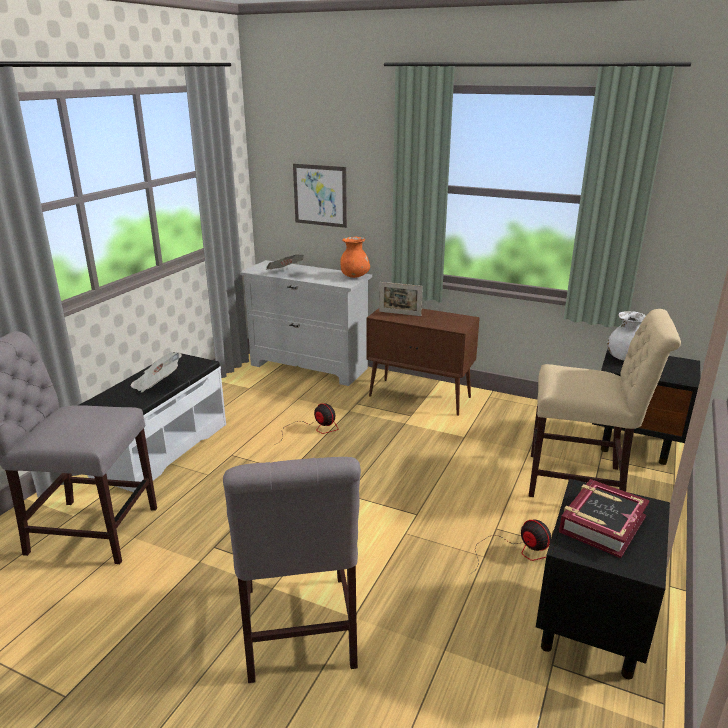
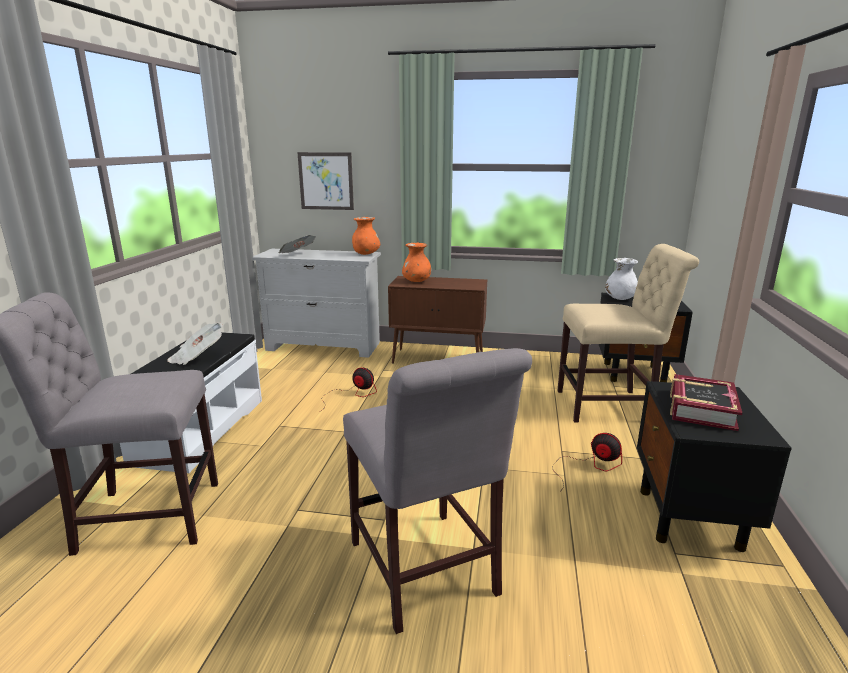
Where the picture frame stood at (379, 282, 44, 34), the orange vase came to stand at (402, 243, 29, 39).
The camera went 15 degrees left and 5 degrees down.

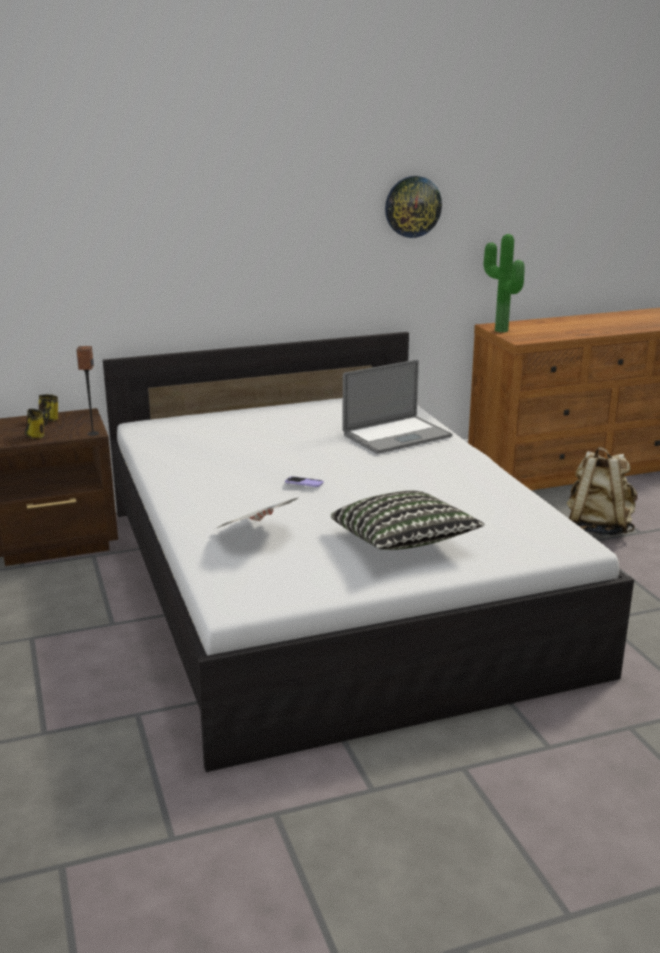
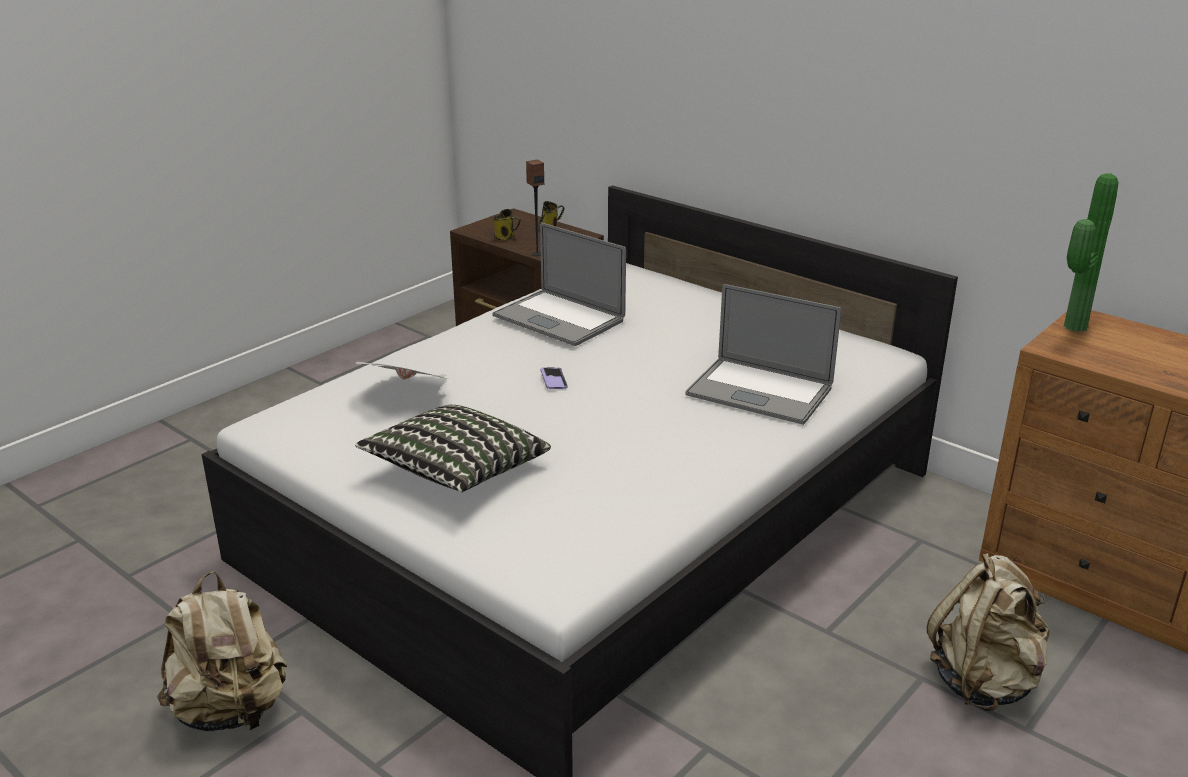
The second view lost the wall clock at (385, 176, 57, 62).
The second view gained the laptop at (492, 222, 134, 124).
The second view gained the beige backpack at (157, 571, 130, 161).
The camera went 60 degrees right and 5 degrees up.

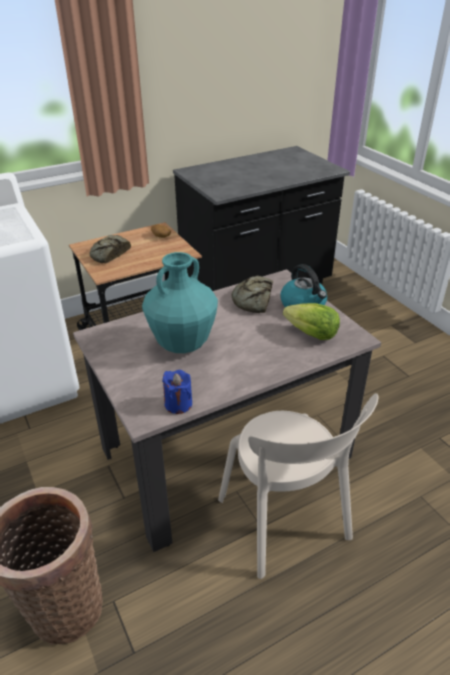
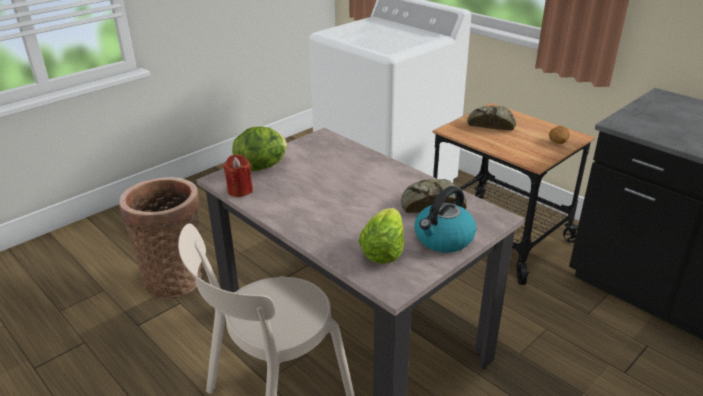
The second view lost the turquoise vase at (142, 252, 76, 101).
What was the blue candle at (162, 370, 30, 44) turned into the red candle at (223, 154, 30, 43).
The second view gained the lettuce at (232, 127, 55, 44).
The camera went 75 degrees right and 5 degrees down.

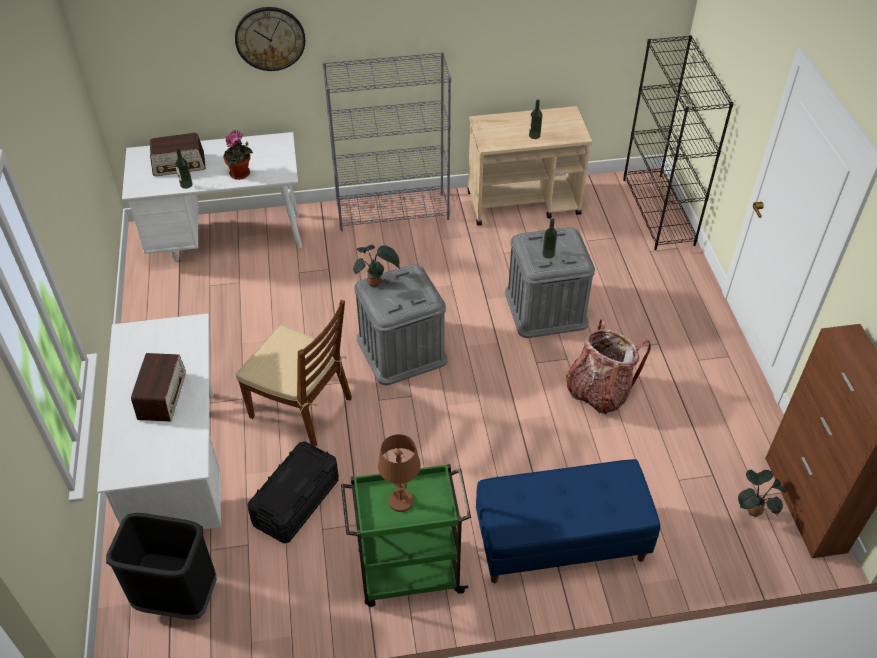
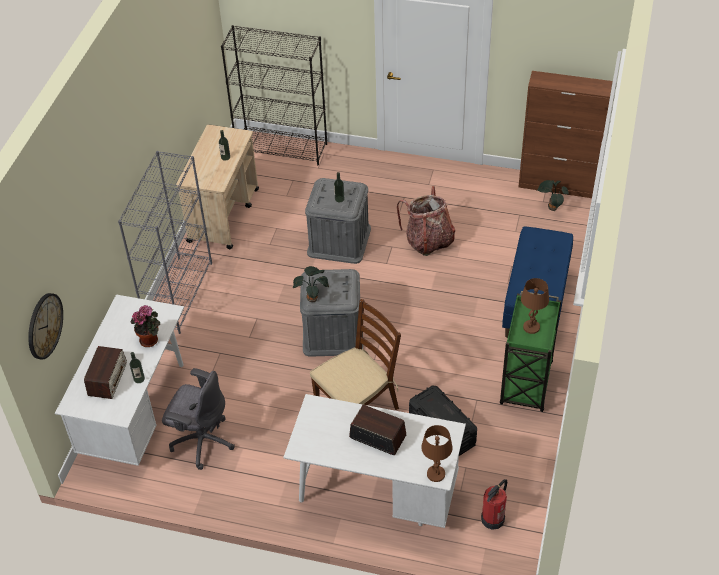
The wall clock ended up elsewhere, having gone from (235, 7, 70, 64) to (28, 293, 35, 66).
Where the black trash can stood at (106, 513, 111, 107), the fire extinguisher came to stand at (481, 479, 26, 51).
The second view gained the grey office chair at (162, 368, 73, 102).
The second view gained the brown table lamp at (421, 425, 32, 57).
The camera went 65 degrees left and 0 degrees up.

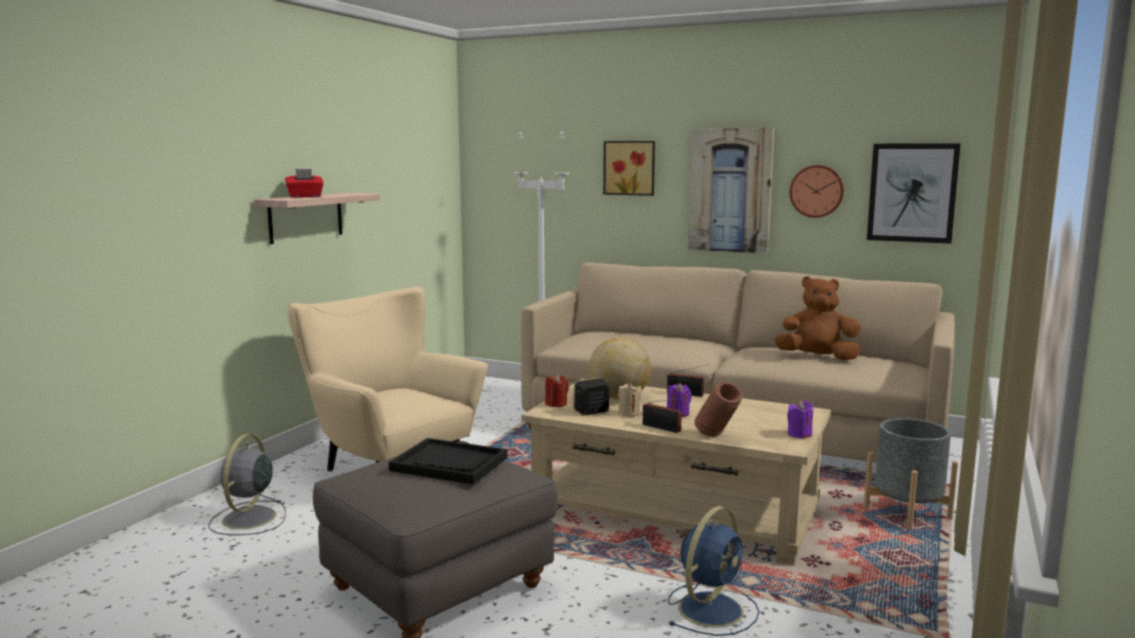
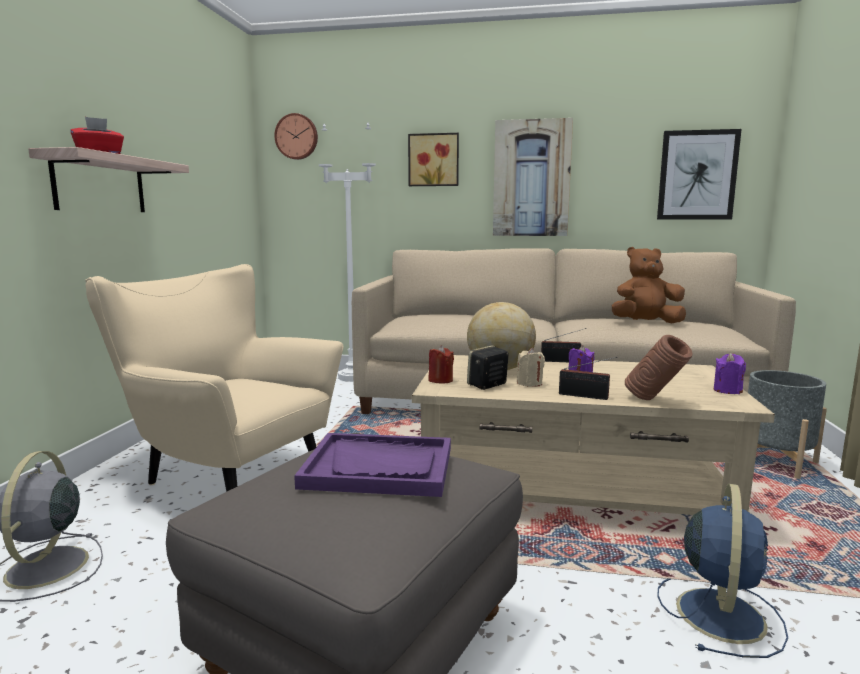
The wall clock ended up elsewhere, having gone from (789, 165, 55, 53) to (274, 113, 44, 47).
What was the black tray at (389, 438, 119, 47) turned into the purple tray at (294, 433, 157, 64).
The camera went 15 degrees left and 0 degrees up.

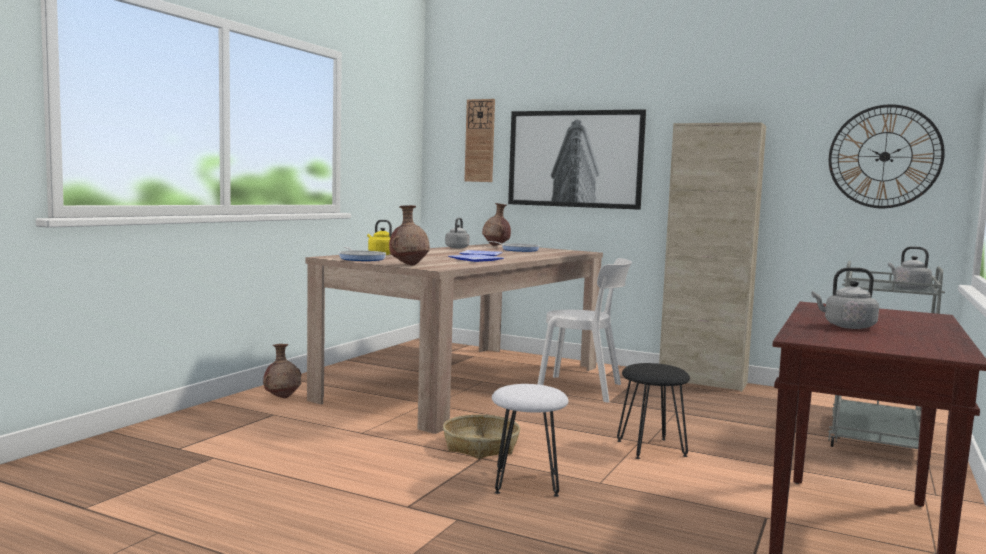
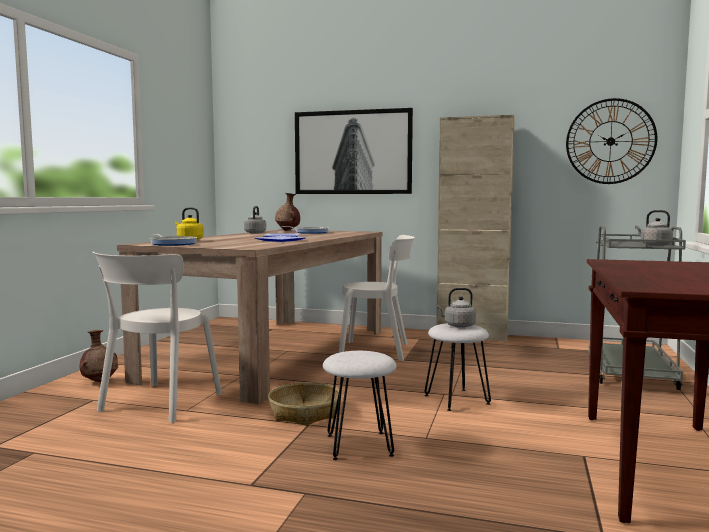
The second view lost the wall clock at (464, 99, 31, 83).
The second view lost the brown vase at (389, 205, 41, 61).
The grey kettle ended up elsewhere, having gone from (811, 267, 68, 62) to (436, 288, 40, 40).
What was the black stool at (617, 363, 73, 96) turned into the white stool at (425, 324, 66, 87).
The second view gained the white chair at (93, 251, 129, 172).
The camera went 10 degrees left and 0 degrees up.

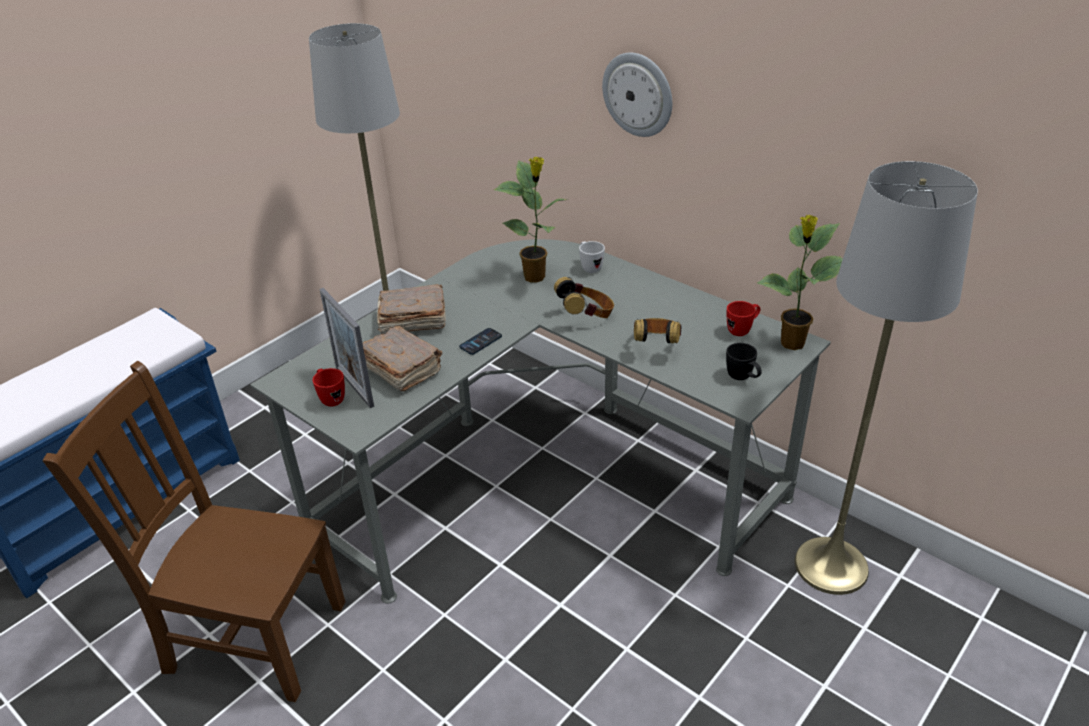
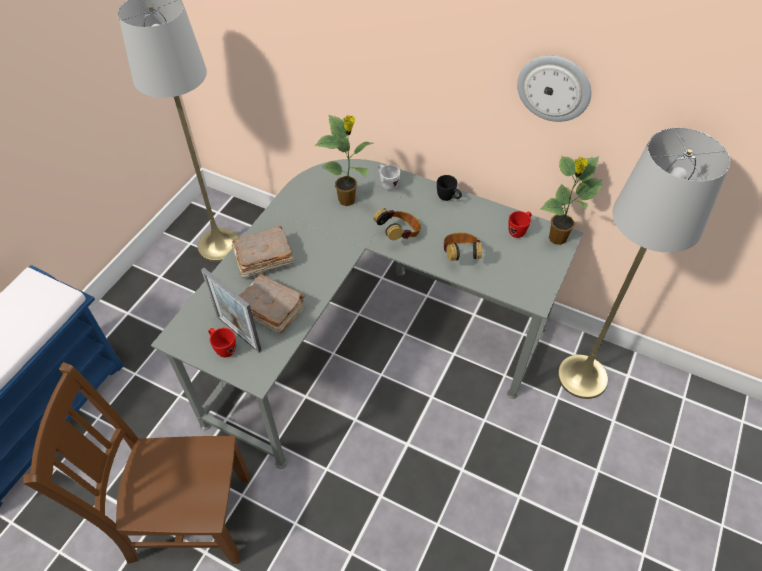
The wall clock ended up elsewhere, having gone from (602, 53, 70, 84) to (517, 56, 74, 66).
The second view lost the phone at (459, 328, 43, 27).
The black mug ended up elsewhere, having gone from (726, 343, 36, 37) to (437, 175, 25, 26).
The camera went 15 degrees left and 15 degrees up.

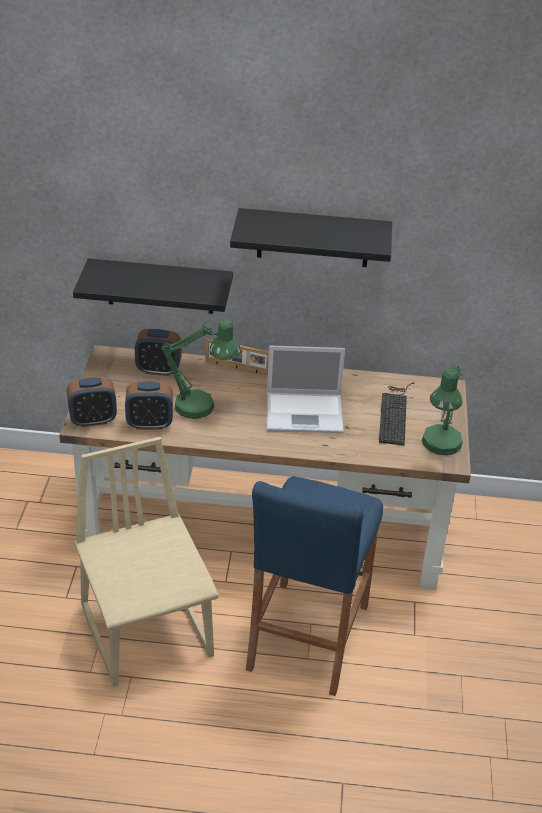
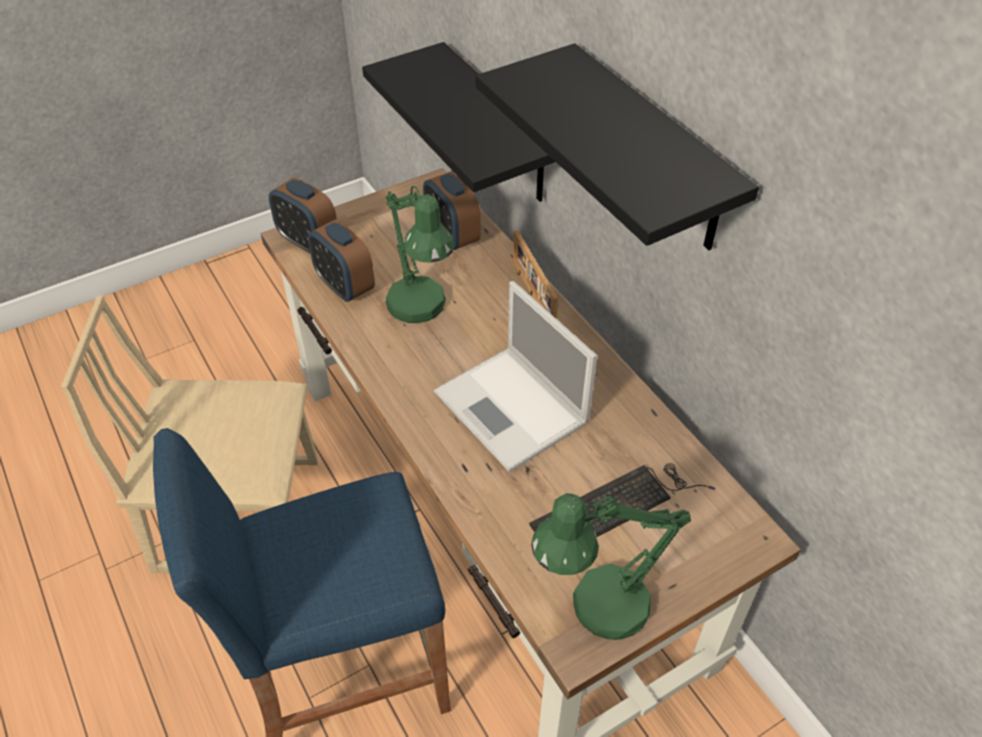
The beige chair at (74, 437, 145, 250) ended up facing another way, 120 degrees counterclockwise from before.
The camera went 55 degrees right and 10 degrees up.

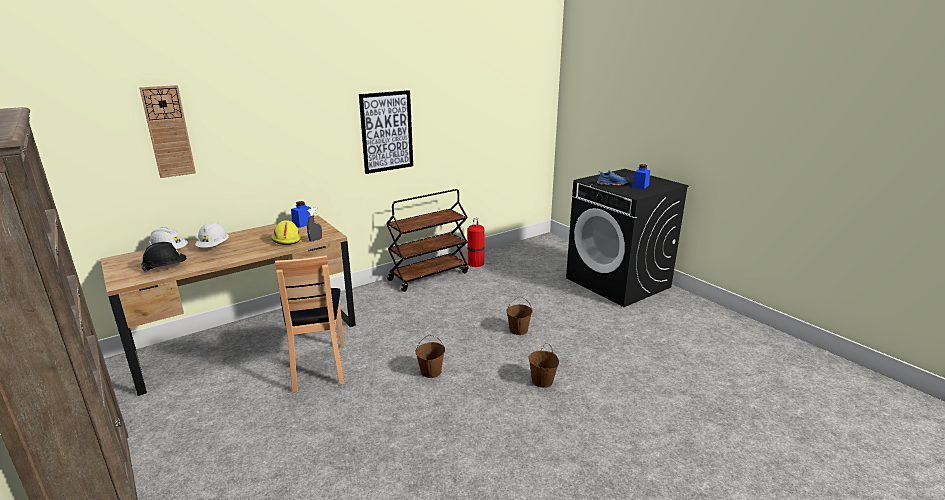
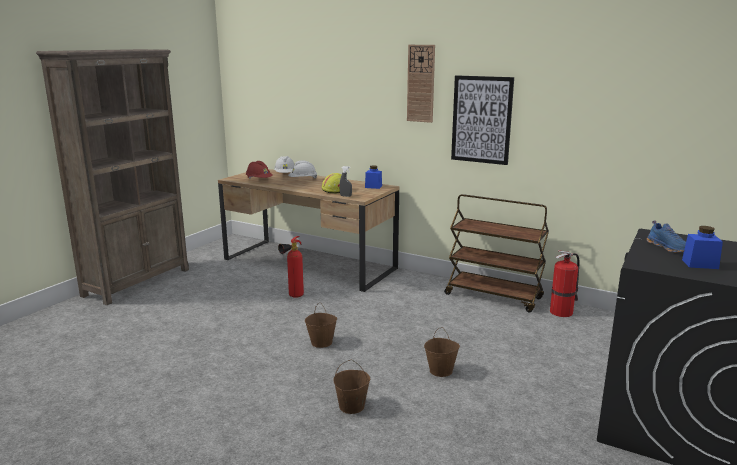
The wall clock ended up elsewhere, having gone from (139, 85, 57, 93) to (407, 45, 28, 78).
What was the black hard hat at (141, 242, 45, 30) turned into the red hard hat at (246, 161, 27, 18).
Where the brown chair stood at (275, 255, 70, 137), the fire extinguisher came to stand at (278, 236, 26, 62).
The camera went 65 degrees right and 5 degrees down.

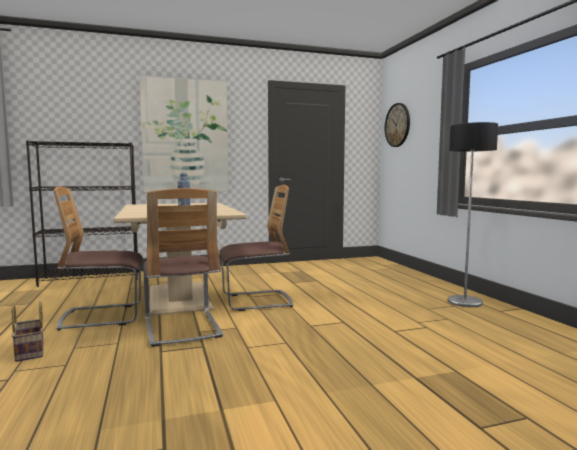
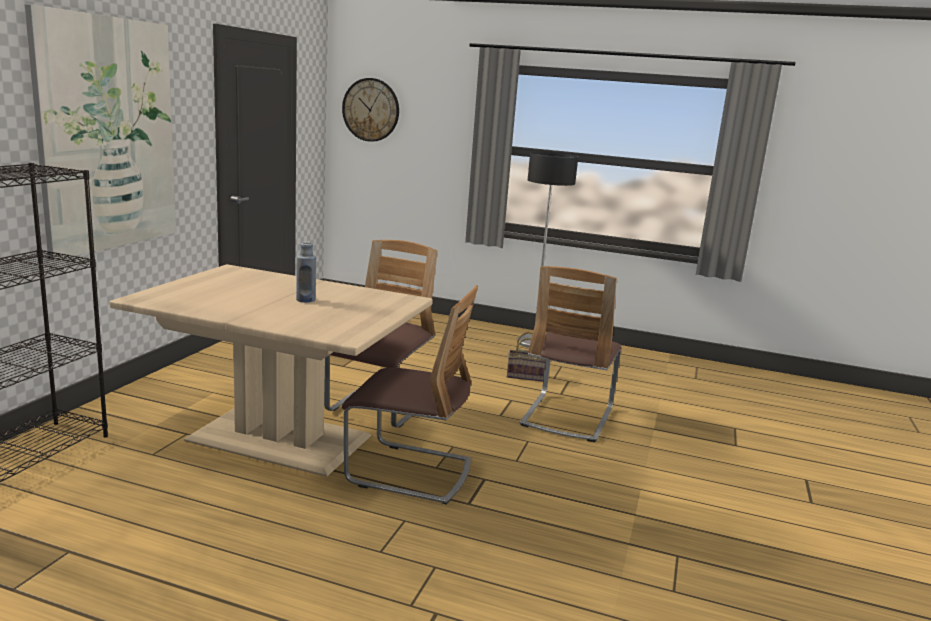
The chair ended up elsewhere, having gone from (54, 186, 89, 145) to (519, 266, 102, 176).
The basket ended up elsewhere, having gone from (12, 301, 31, 61) to (507, 331, 39, 51).
The camera went 55 degrees left and 10 degrees up.

